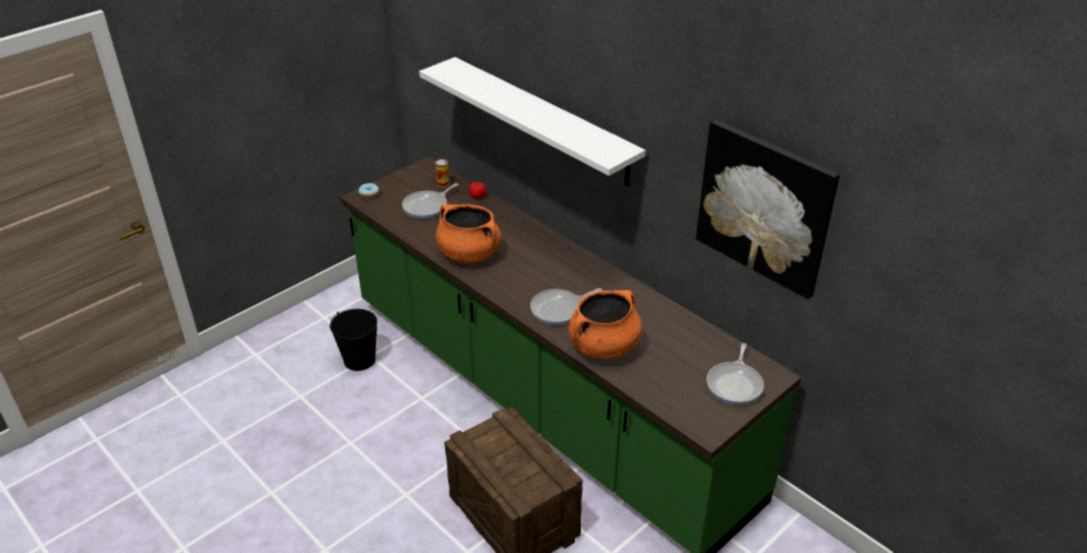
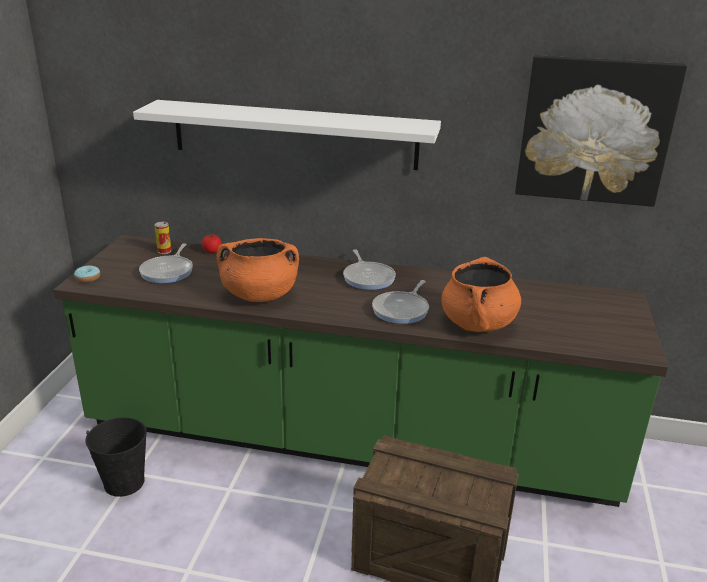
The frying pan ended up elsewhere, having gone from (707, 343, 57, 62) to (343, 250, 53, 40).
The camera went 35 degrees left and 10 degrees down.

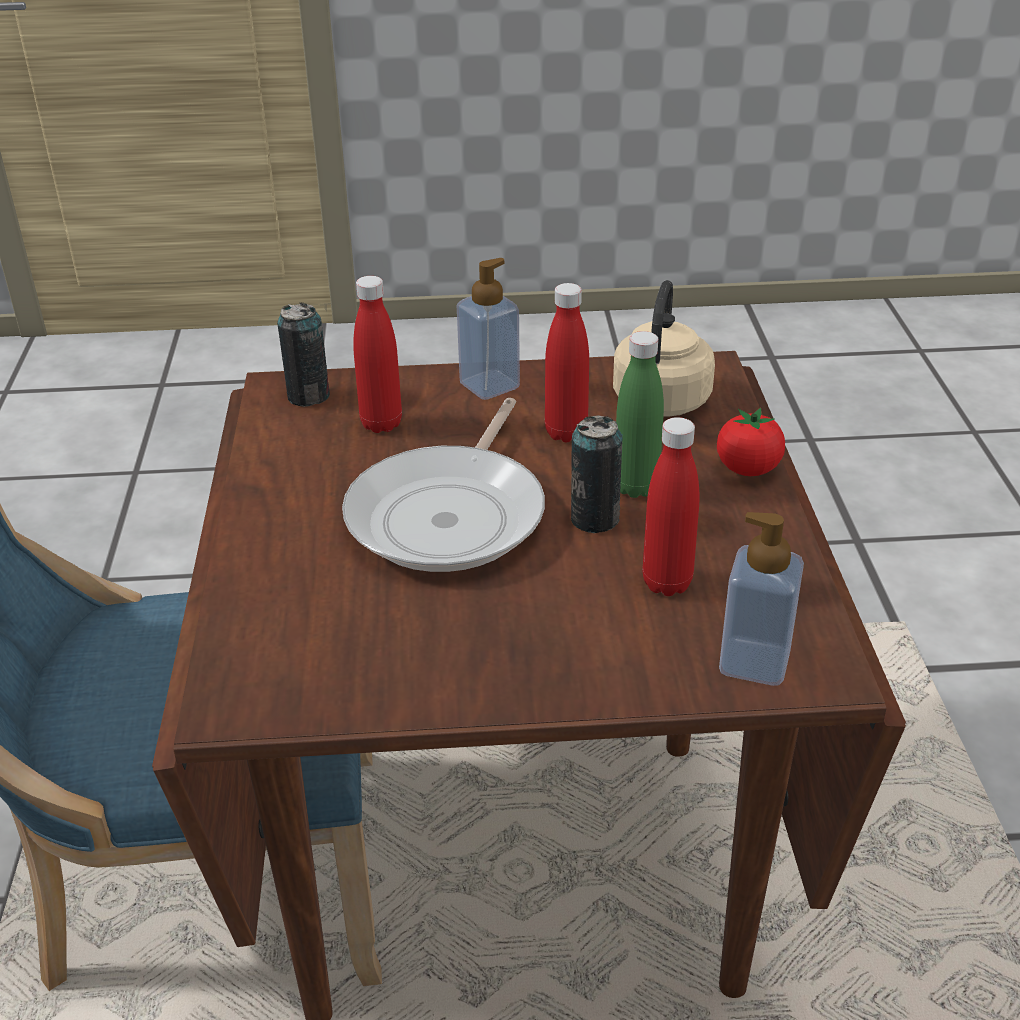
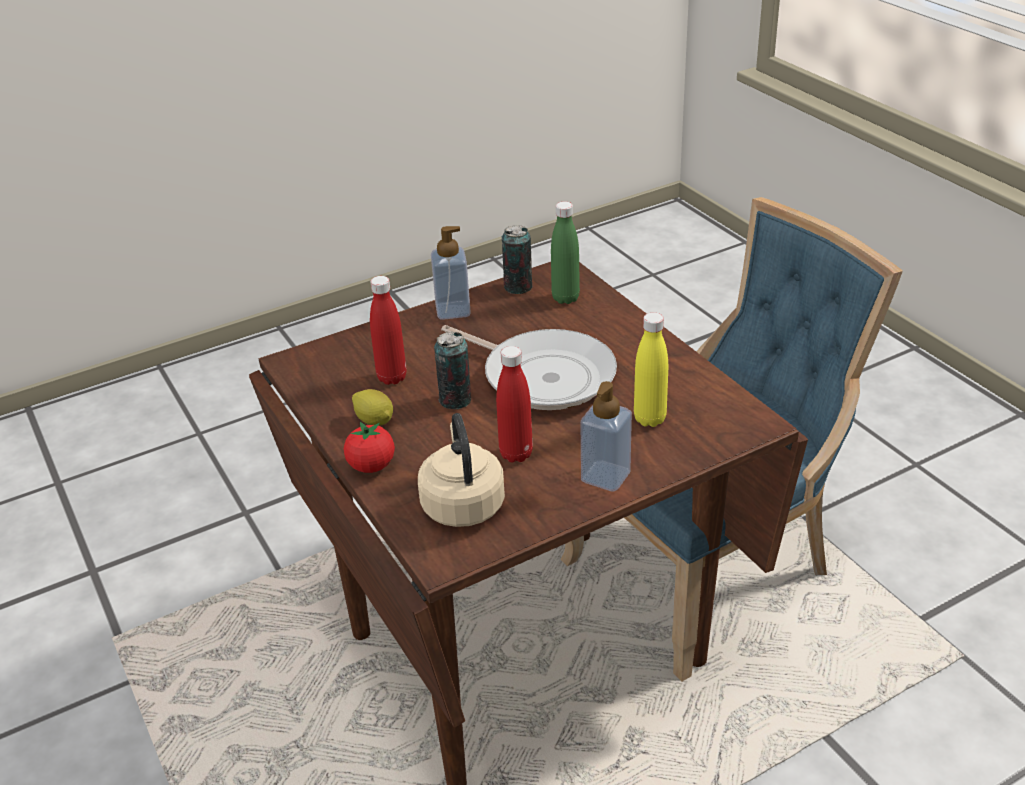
What was the red bottle at (353, 276, 49, 157) turned into the yellow bottle at (634, 313, 34, 114).
The can ended up elsewhere, having gone from (277, 303, 53, 104) to (502, 225, 30, 69).
The green bottle ended up elsewhere, having gone from (616, 331, 48, 167) to (551, 201, 29, 103).
The frying pan at (342, 398, 203, 174) ended up facing another way, 135 degrees clockwise from before.
The soap dispenser ended up elsewhere, having gone from (719, 512, 85, 174) to (431, 226, 40, 94).
The second view gained the lemon at (352, 389, 41, 37).
The camera went 155 degrees right and 0 degrees up.

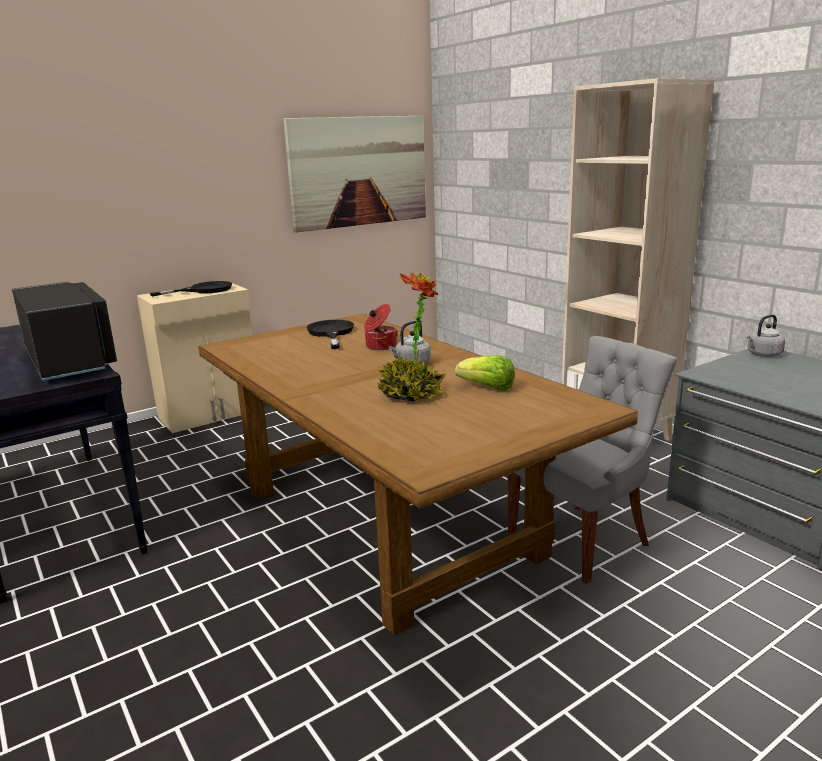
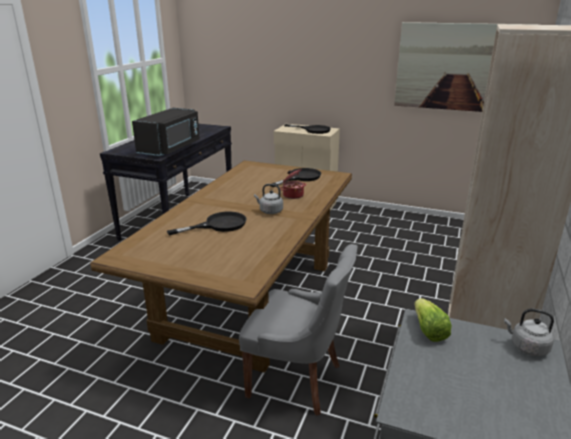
Where the potted plant stood at (376, 272, 70, 130), the black frying pan came to stand at (167, 212, 80, 23).
The lettuce ended up elsewhere, having gone from (455, 356, 60, 35) to (414, 298, 38, 44).
The camera went 55 degrees right and 5 degrees up.

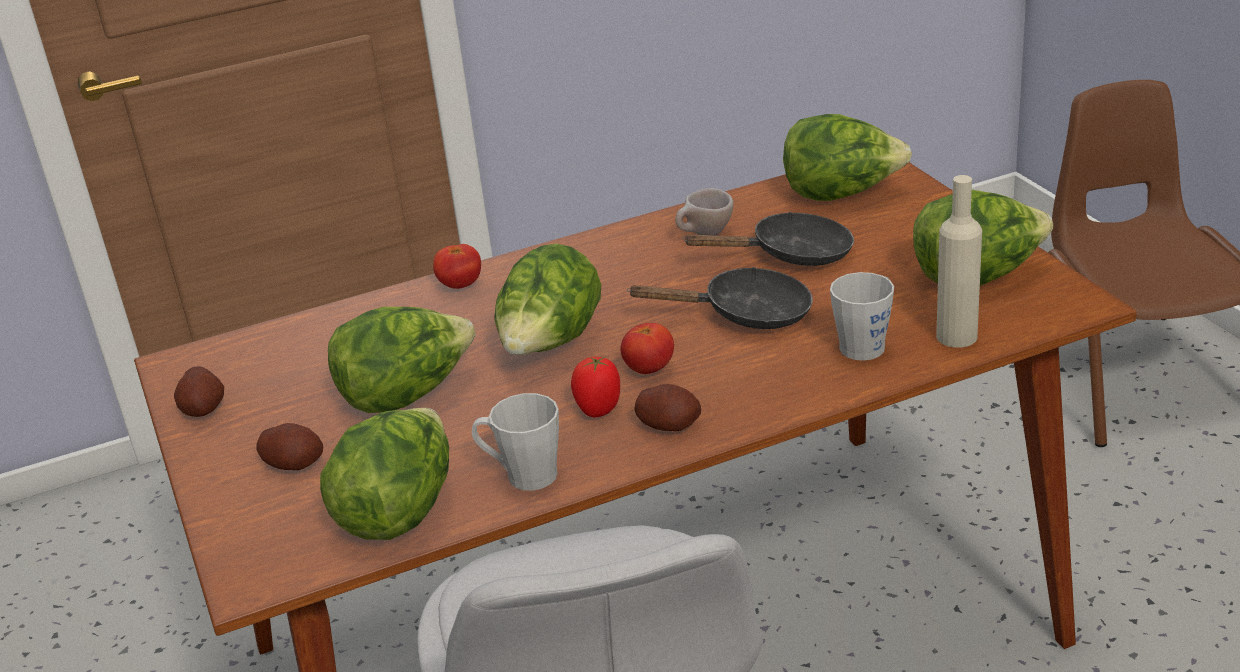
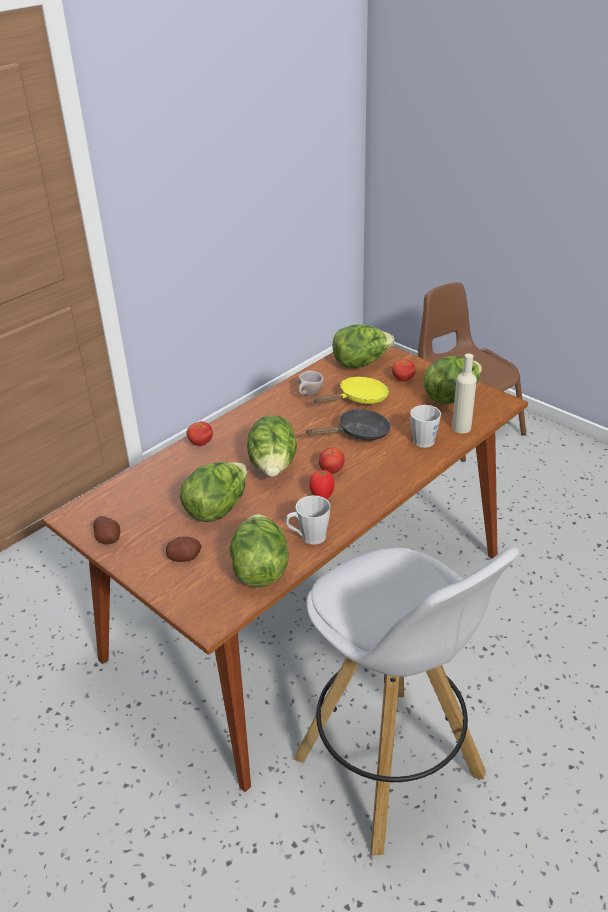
What was the black frying pan at (683, 212, 171, 54) turned into the yellow frying pan at (313, 377, 76, 27).
The second view lost the potato at (634, 384, 67, 47).
The second view gained the tomato at (392, 359, 24, 22).
The camera went 25 degrees left and 5 degrees up.

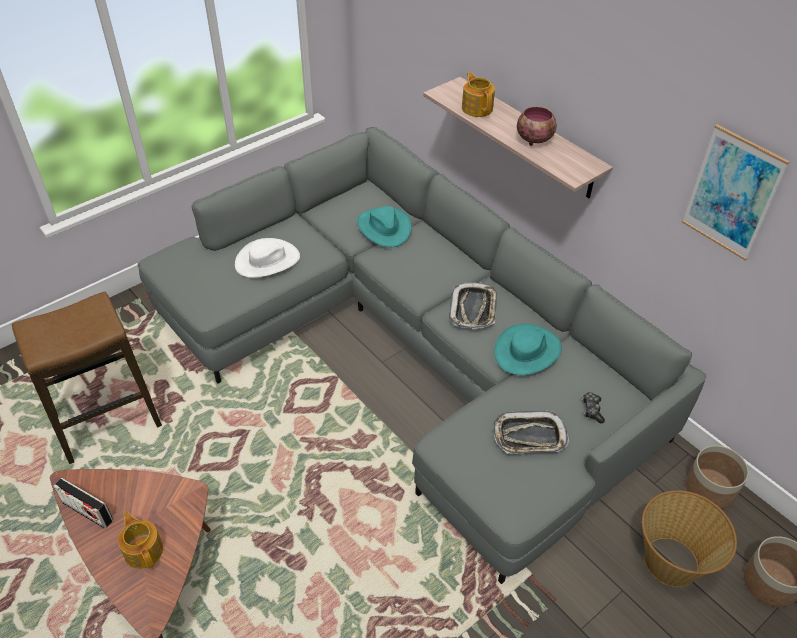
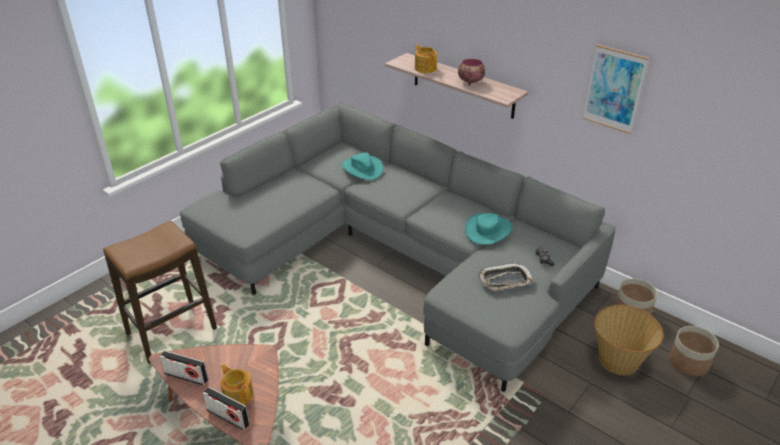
The second view lost the white hat at (235, 238, 65, 40).
The second view lost the tray at (449, 282, 48, 47).
The second view gained the radio at (203, 387, 47, 43).
The camera went 10 degrees left and 10 degrees down.

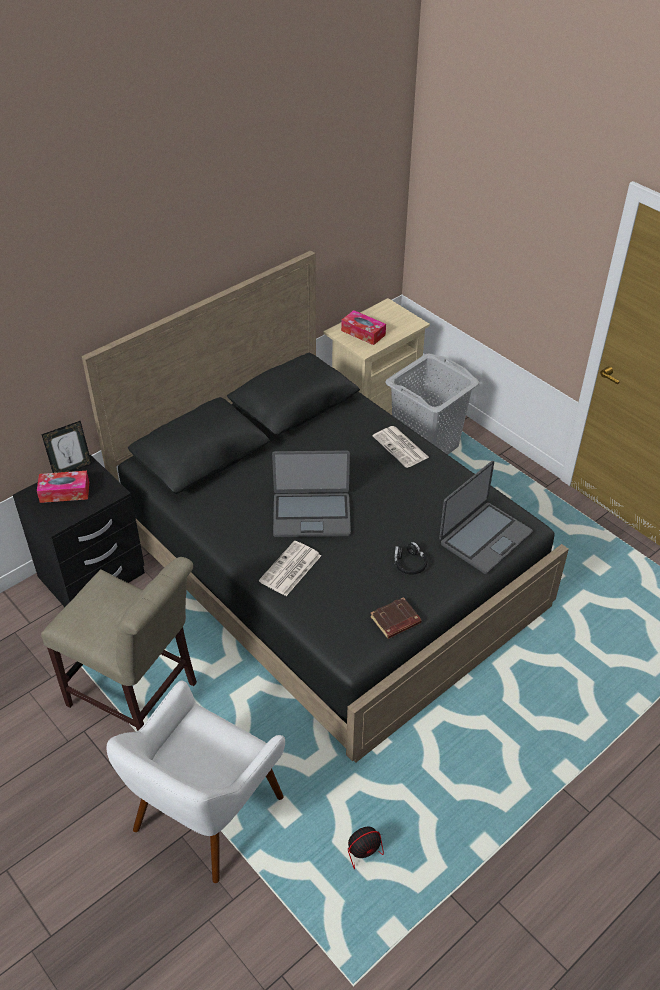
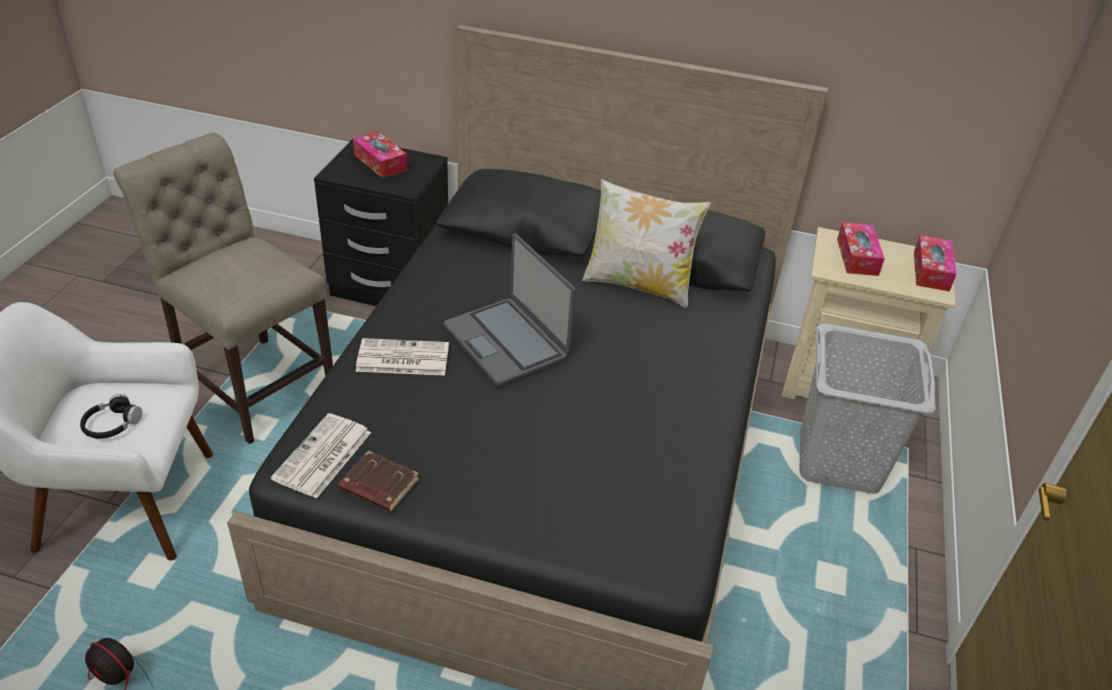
The second view lost the picture frame at (41, 421, 51, 52).
The newspaper ended up elsewhere, having gone from (373, 426, 56, 42) to (271, 413, 100, 86).
The second view lost the laptop at (439, 461, 94, 113).
The black headphones ended up elsewhere, having gone from (394, 542, 33, 33) to (80, 394, 62, 45).
The beige chair at (41, 557, 156, 174) ended up facing another way, 135 degrees clockwise from before.
The second view gained the pillow at (582, 179, 129, 129).
The second view gained the tissue box at (914, 235, 43, 57).
The camera went 55 degrees right and 5 degrees down.

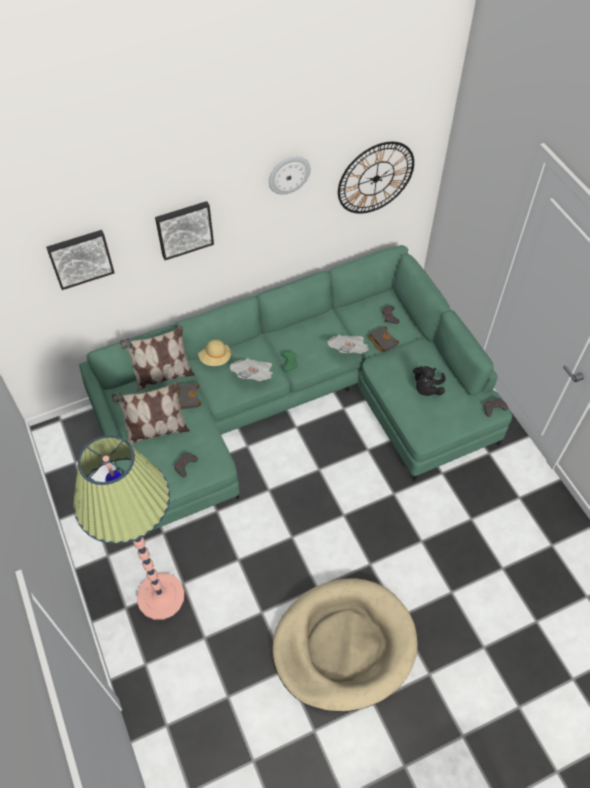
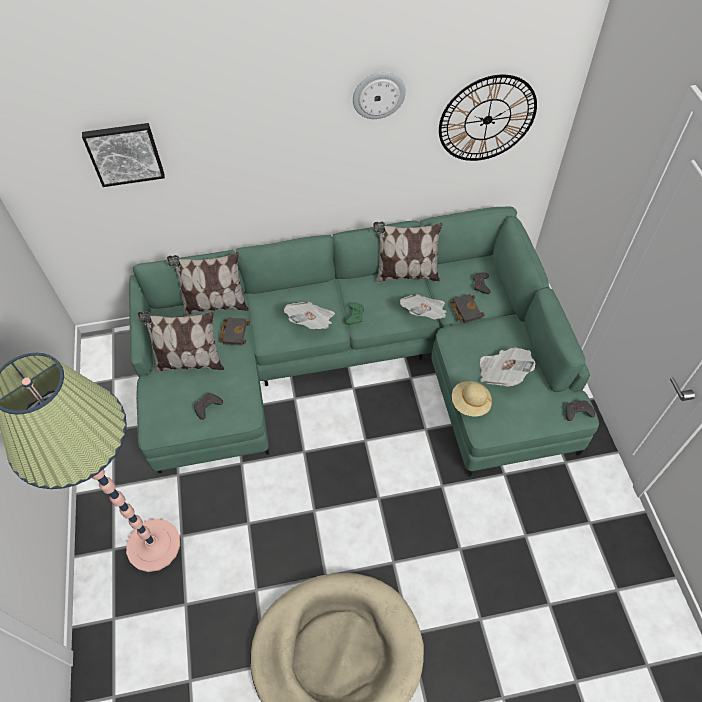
The second view lost the picture at (155, 201, 59, 59).
The beige hat ended up elsewhere, having gone from (198, 340, 34, 26) to (452, 381, 40, 35).
Where the black plush toy stood at (413, 366, 33, 30), the newspaper came to stand at (480, 347, 55, 40).
The second view gained the pillow at (373, 222, 70, 61).
The camera went 15 degrees right and 0 degrees up.

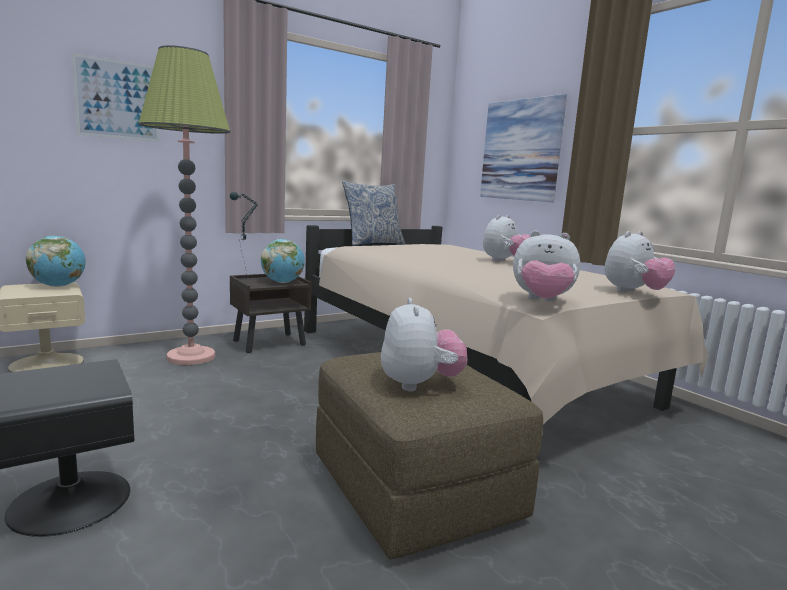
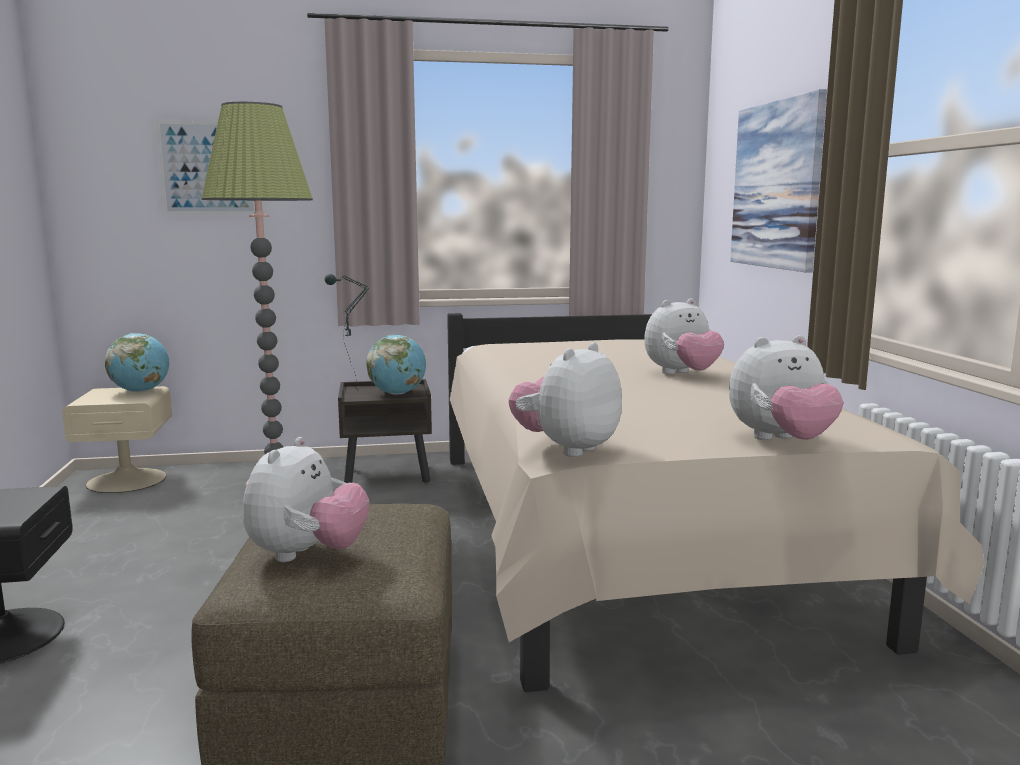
The second view lost the pillow at (342, 181, 63, 65).
The plush toy at (513, 231, 67, 70) ended up facing another way, 90 degrees clockwise from before.
The camera went 25 degrees right and 0 degrees up.

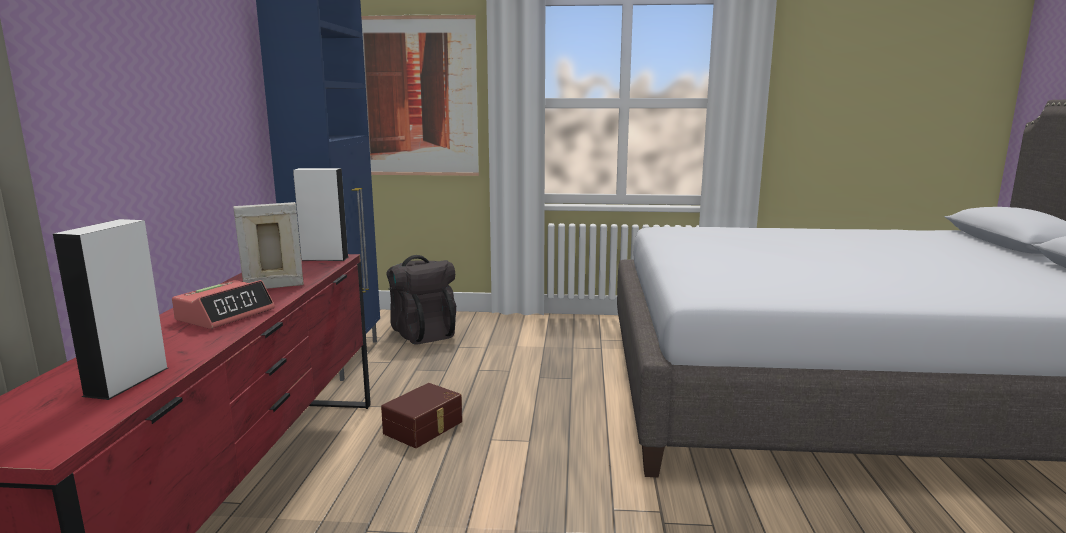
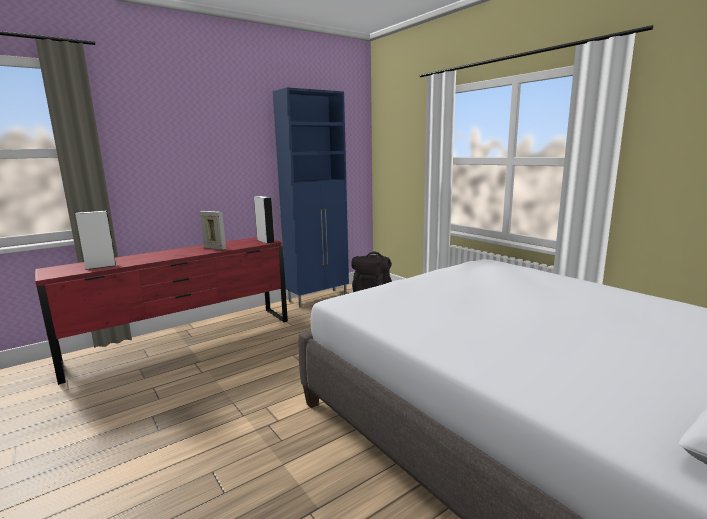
The second view lost the picture at (361, 14, 118, 162).
The second view lost the alarm clock at (172, 280, 103, 49).
The second view lost the brown storage box at (381, 383, 81, 65).
The camera went 50 degrees right and 0 degrees up.

